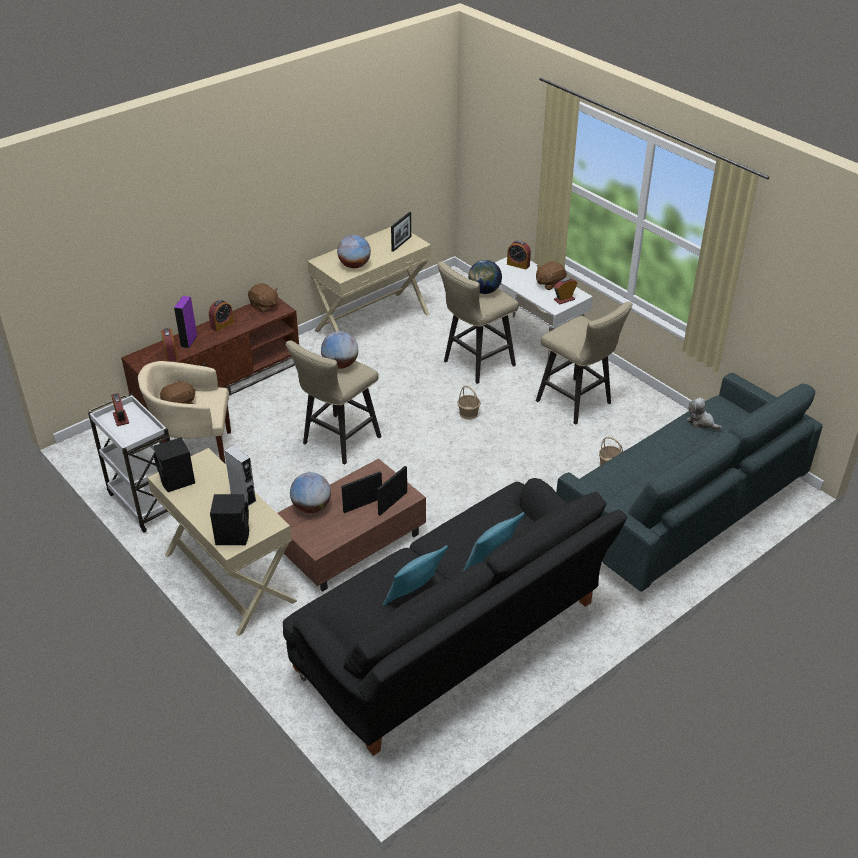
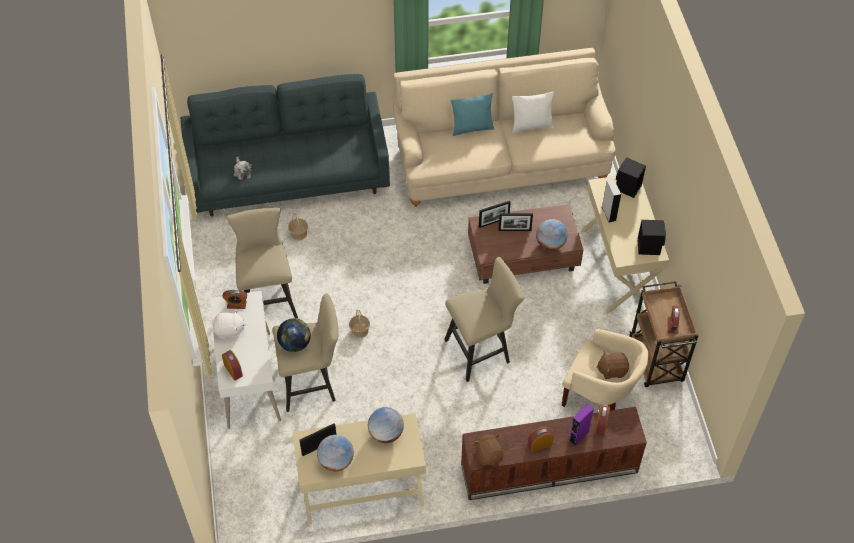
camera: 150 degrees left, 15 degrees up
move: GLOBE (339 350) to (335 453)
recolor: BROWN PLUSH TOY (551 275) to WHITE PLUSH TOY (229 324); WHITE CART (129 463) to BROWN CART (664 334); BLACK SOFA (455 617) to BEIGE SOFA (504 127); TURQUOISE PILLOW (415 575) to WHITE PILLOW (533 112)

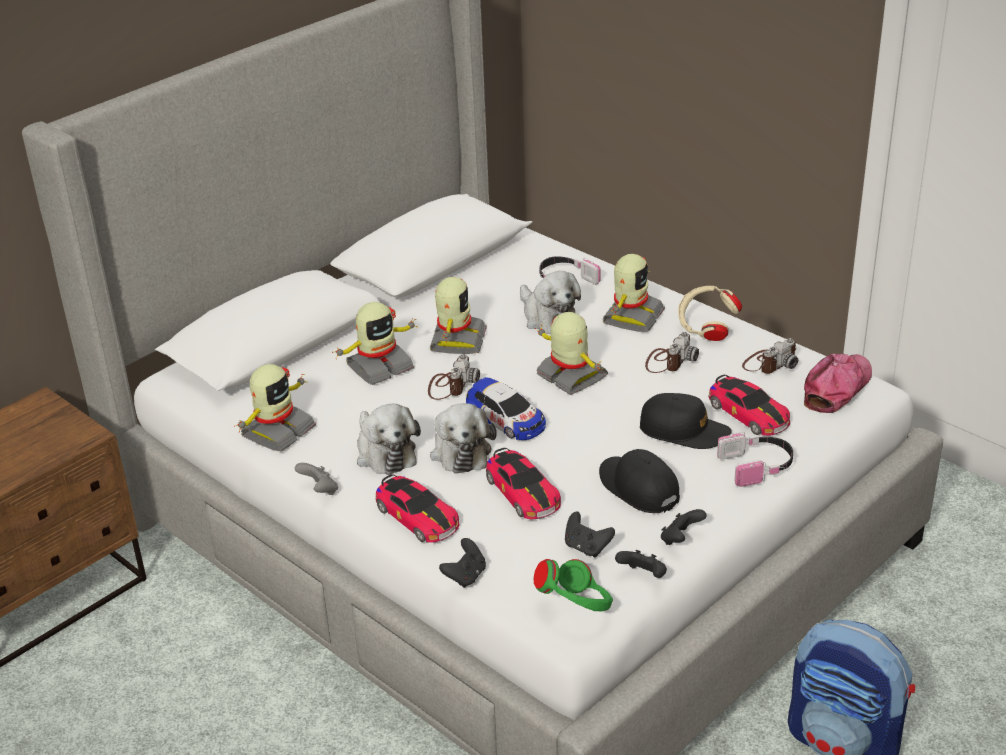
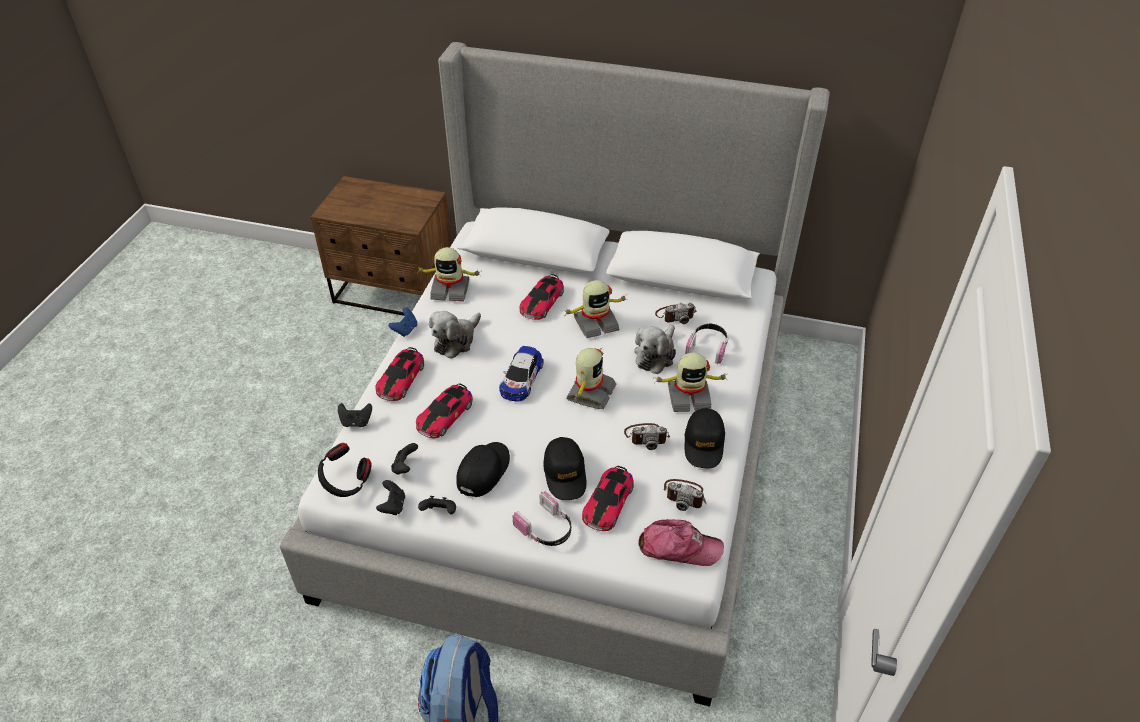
camera: 60 degrees right, 10 degrees up
delete: PLUSH TOY (463 438)
move: PHOTO CAMERA (454 377) to (675 313)
replace: BEIGE HEADPHONES (710 313) to BLACK CAP (705 438); TOY ROBOT (375 343) to TOY CAR (542 297)
recolor: GREY GAME CONTROLLER (316 479) to BLUE GAME CONTROLLER (402 322); GREEN HEADPHONES (573 585) to BLACK HEADPHONES (345 470)

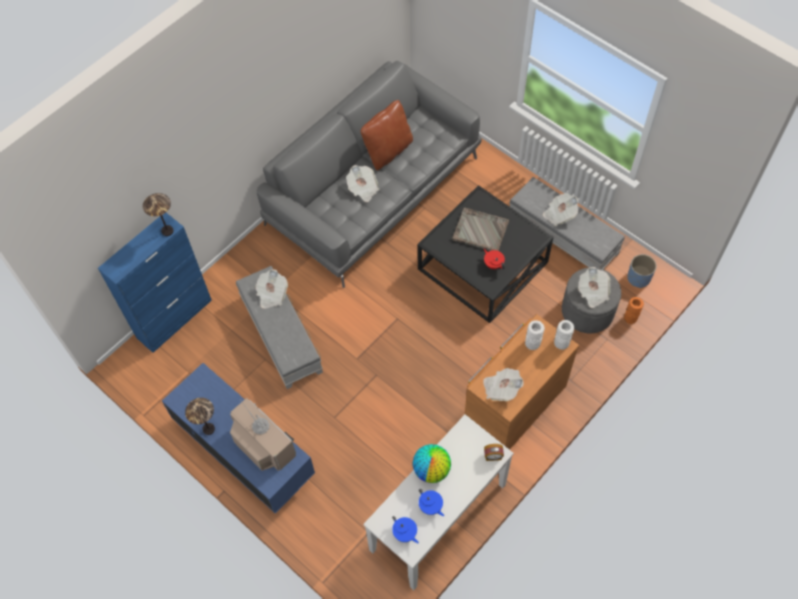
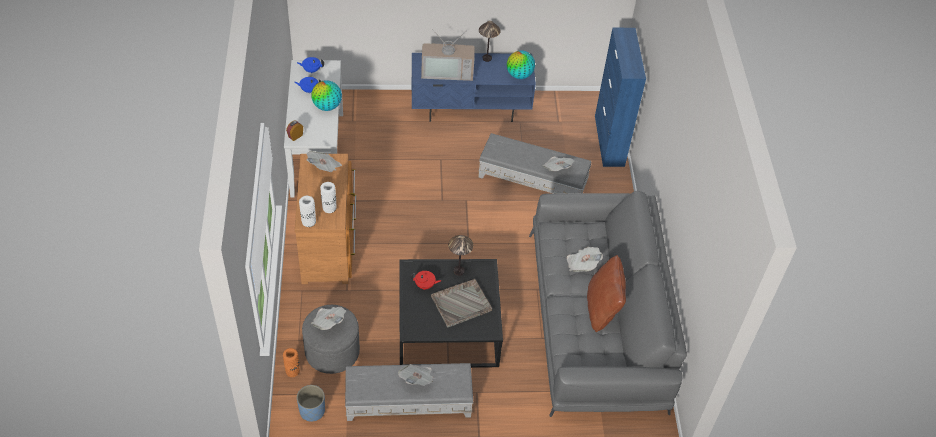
camera: 130 degrees right, 10 degrees down
insert: GLOBE (521 64)
move: TABLE LAMP (158 214) to (461 255)

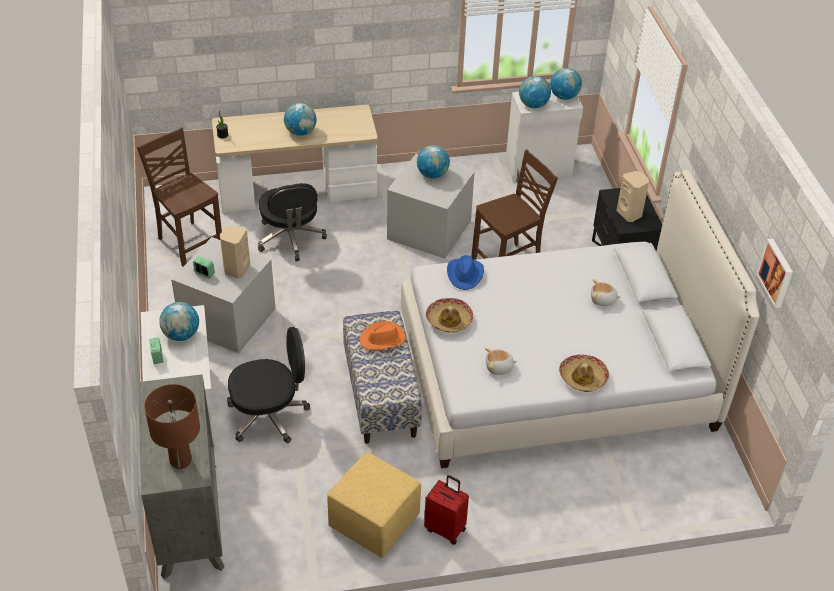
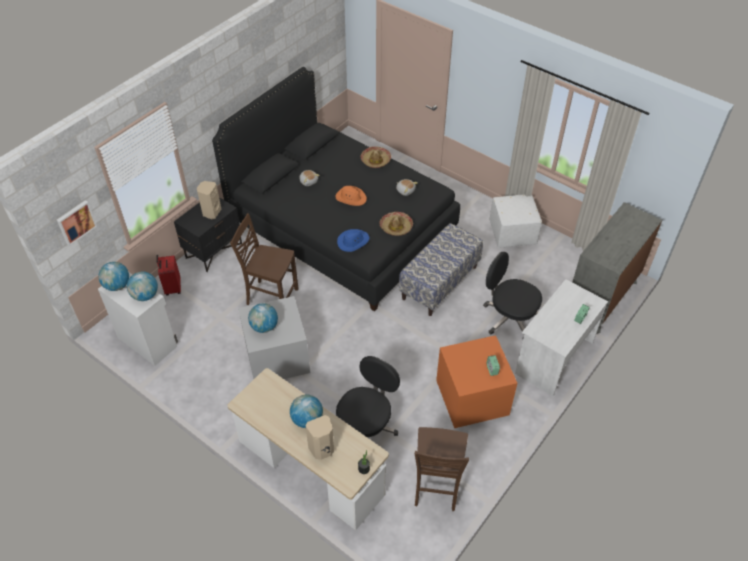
camera: 130 degrees left, 5 degrees up
delete: GLOBE (179 321); BROWN TABLE LAMP (172 426)
move: BEIGE SPEAKER (235 252) to (320 437); PICTURE (774 273) to (77 223); ORANGE HAT (383 335) to (351 196); RED SUITCASE (446 510) to (168 275)
recolor: WHITE BED (580 319) to BLACK BED (336 189); GREY STORAGE BOX (223 295) to ORANGE STORAGE BOX (476 381); YELLOW OTTOMAN (374 505) to WHITE OTTOMAN (516 221)

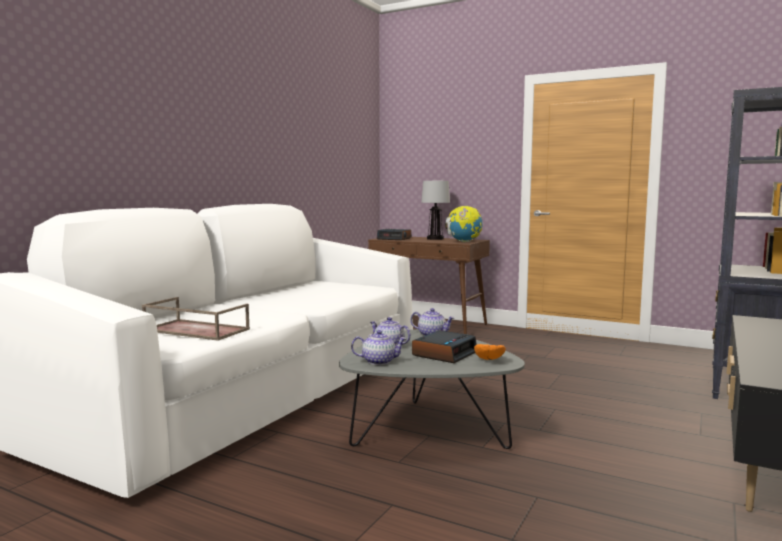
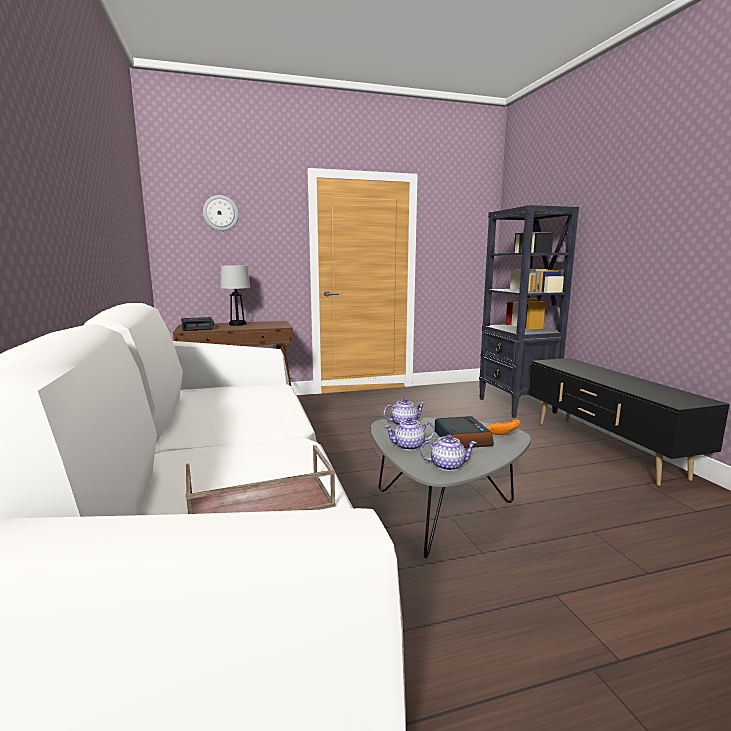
camera: 45 degrees left, 5 degrees up
delete: GLOBE (464 224)
insert: WALL CLOCK (221 213)
rotate: TEAPOT (379 347) = (448 452) 45 degrees clockwise

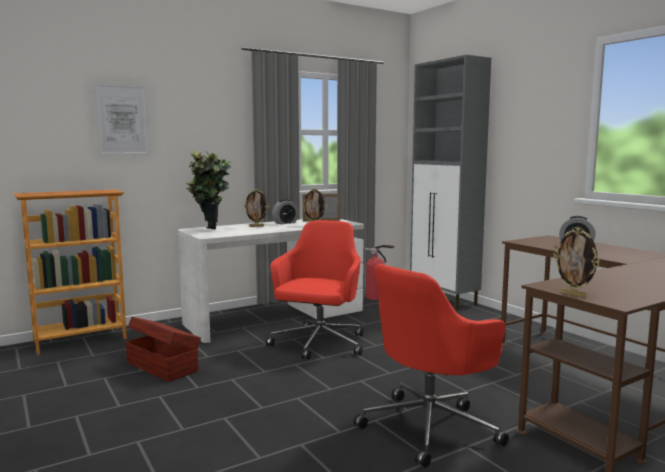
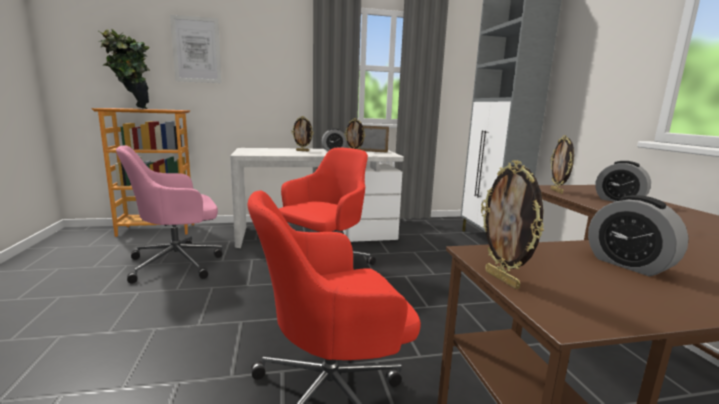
camera: 20 degrees right, 5 degrees up
delete: FIRE EXTINGUISHER (380 272)
insert: PICTURE FRAME (562 164); ALARM CLOCK (638 236)
move: POTTED PLANT (208 189) to (123 69)
replace: BROWN STORAGE BOX (163 349) to PINK OFFICE CHAIR (169 215)

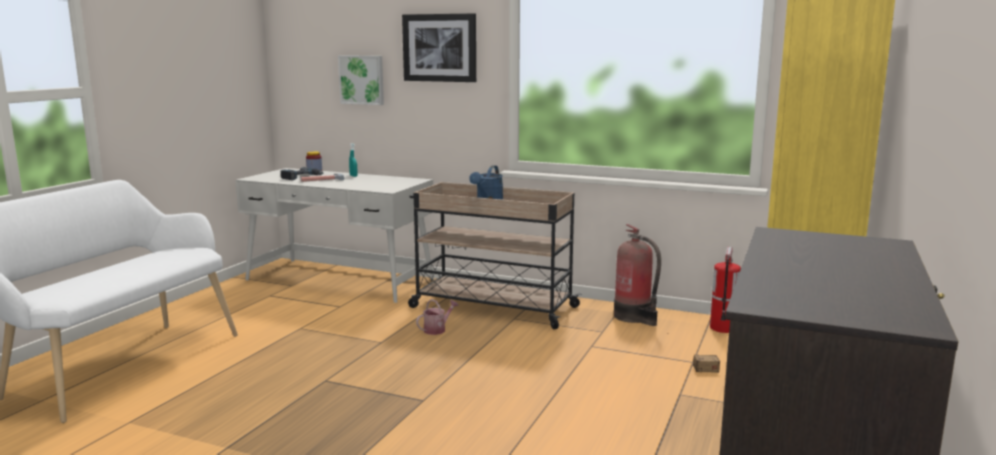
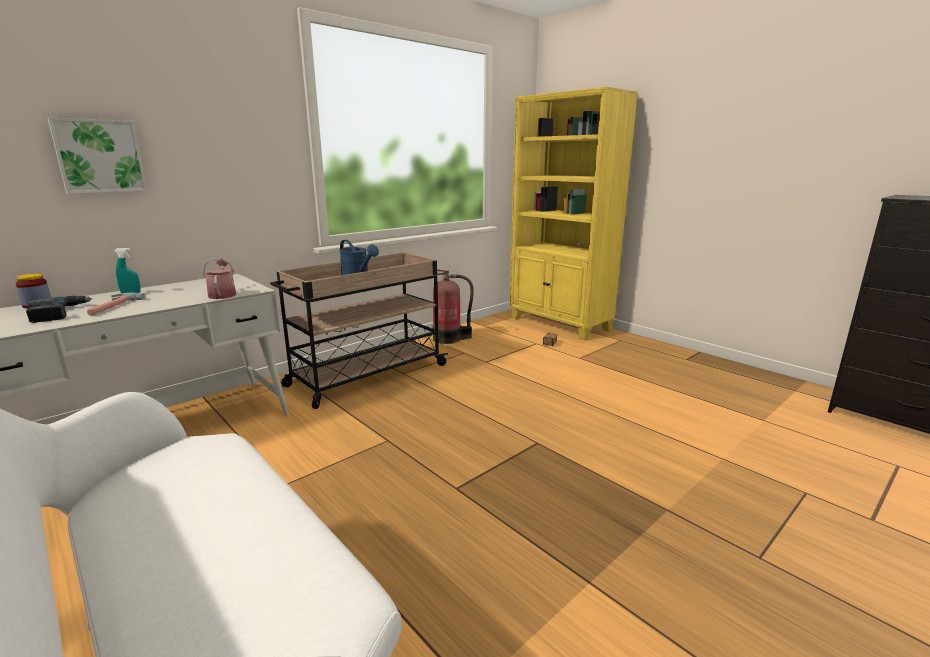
camera: 65 degrees left, 5 degrees up
delete: PICTURE (439 47); FIRE EXTINGUISHER (725 290)
move: WATERING CAN (437 317) to (219 278)

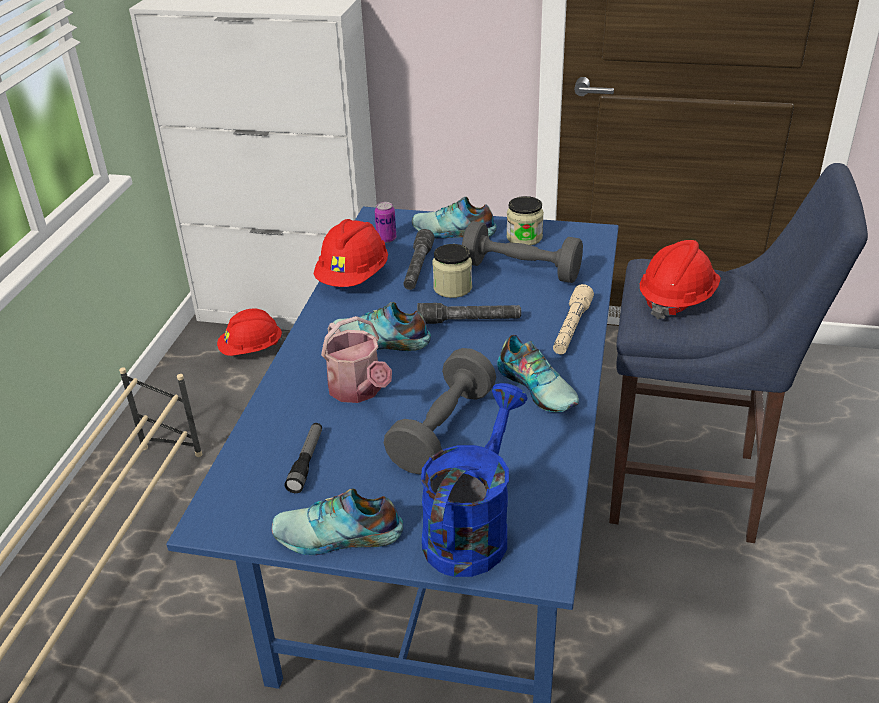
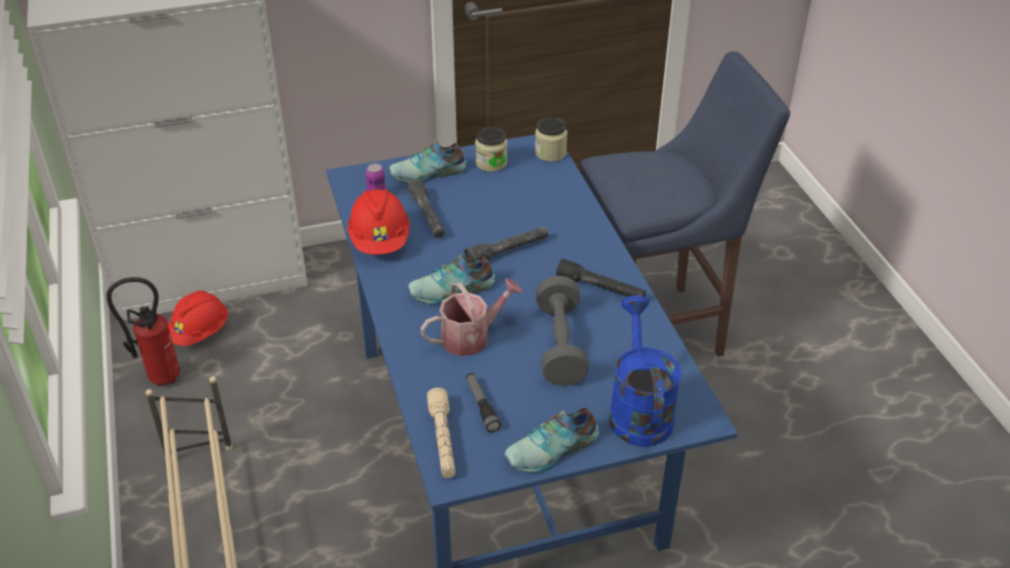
camera: 30 degrees left, 5 degrees up
delete: GREY DUMBBELL (522 252); RED HARD HAT (680 280)
insert: FIRE EXTINGUISHER (143 331)
move: JAR (452 271) to (551 139); BEIGE FLASHLIGHT (573 319) to (441 433)
replace: SHOE (538 373) to BLACK FLASHLIGHT (601 278)
rotate: WATERING CAN (356 359) = (471 317) 60 degrees counterclockwise

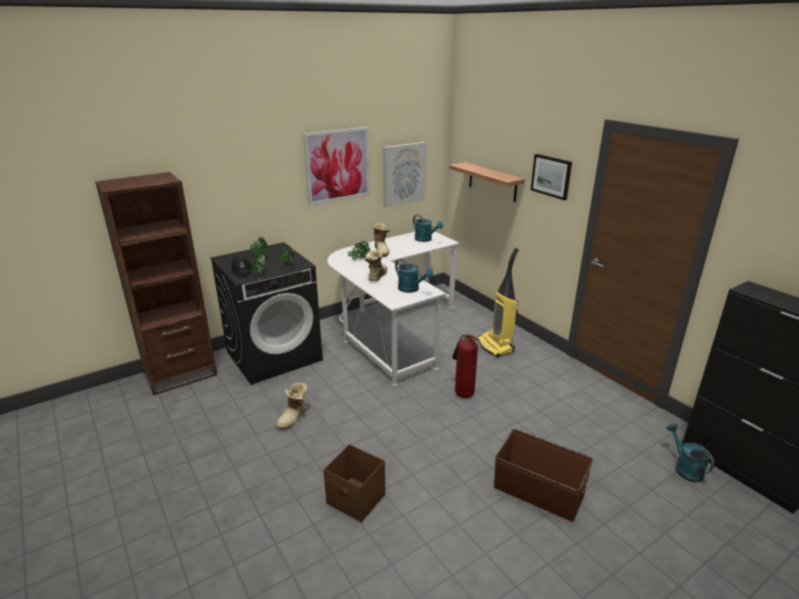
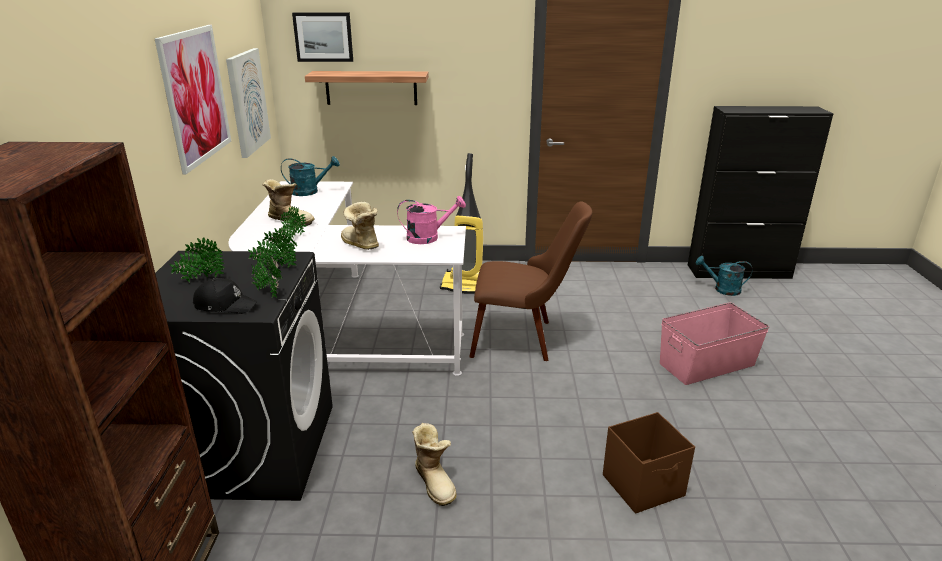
camera: 55 degrees left, 0 degrees up
move: PICTURE (551 177) to (322 37)
replace: FIRE EXTINGUISHER (465 366) to BROWN CHAIR (530 281)
recolor: TURQUOISE WATERING CAN (414 276) to PINK WATERING CAN (431 220); BROWN STORAGE BOX (543 475) to PINK STORAGE BOX (715 343)

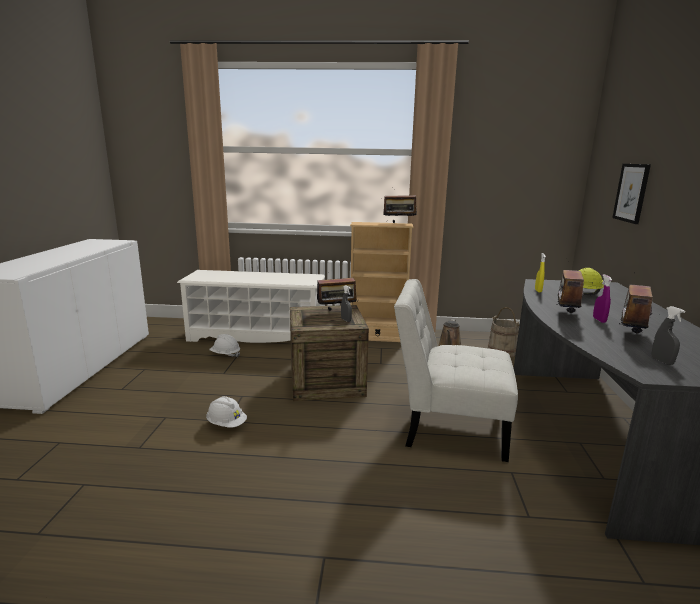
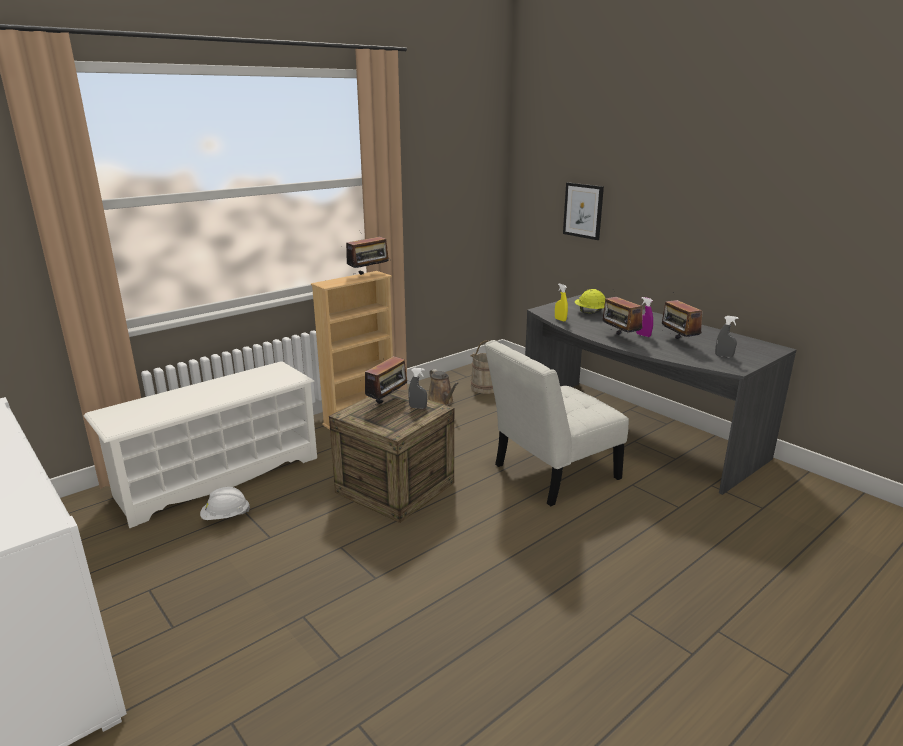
camera: 45 degrees left, 5 degrees up
delete: WHITE HARD HAT (226 412)

